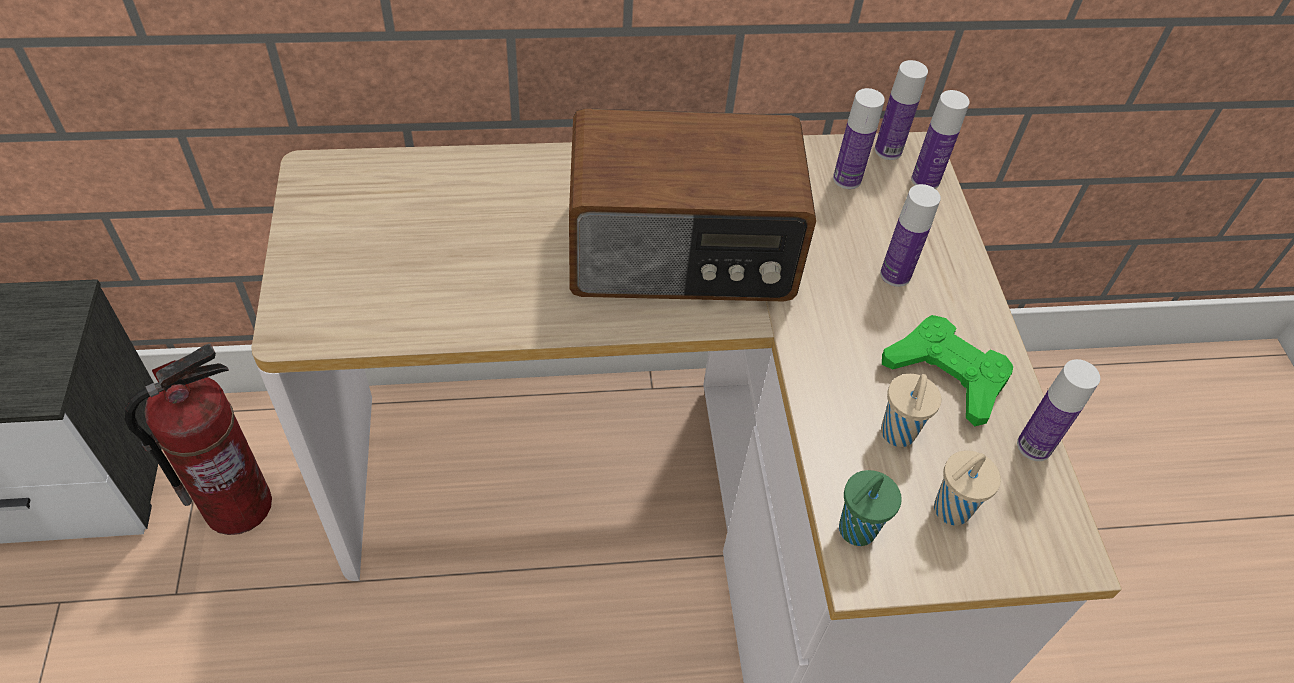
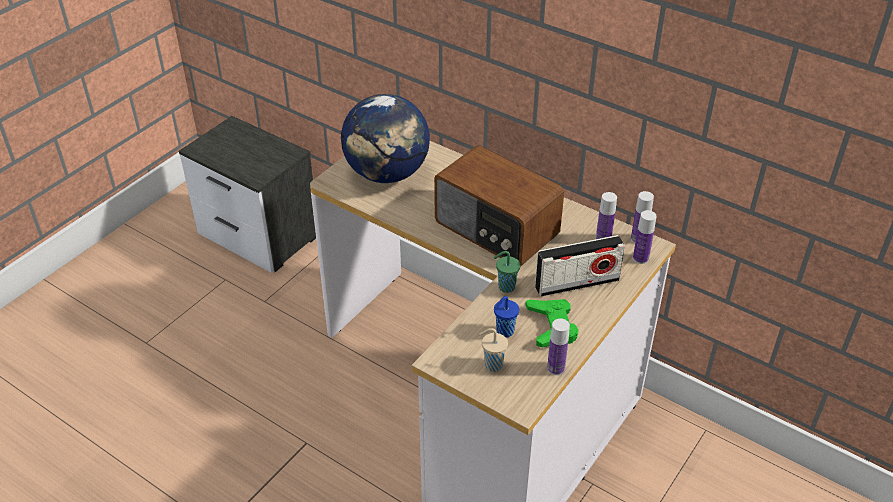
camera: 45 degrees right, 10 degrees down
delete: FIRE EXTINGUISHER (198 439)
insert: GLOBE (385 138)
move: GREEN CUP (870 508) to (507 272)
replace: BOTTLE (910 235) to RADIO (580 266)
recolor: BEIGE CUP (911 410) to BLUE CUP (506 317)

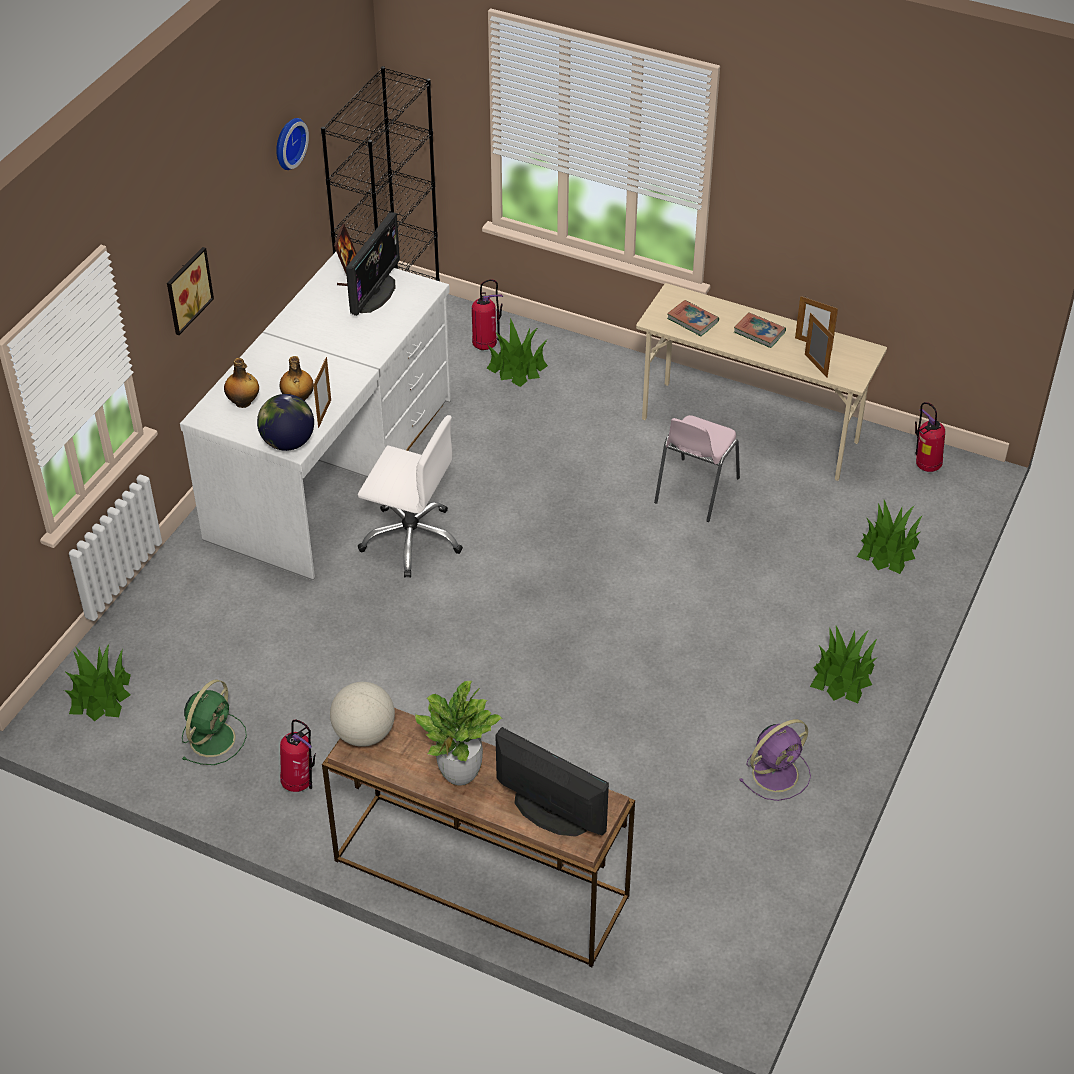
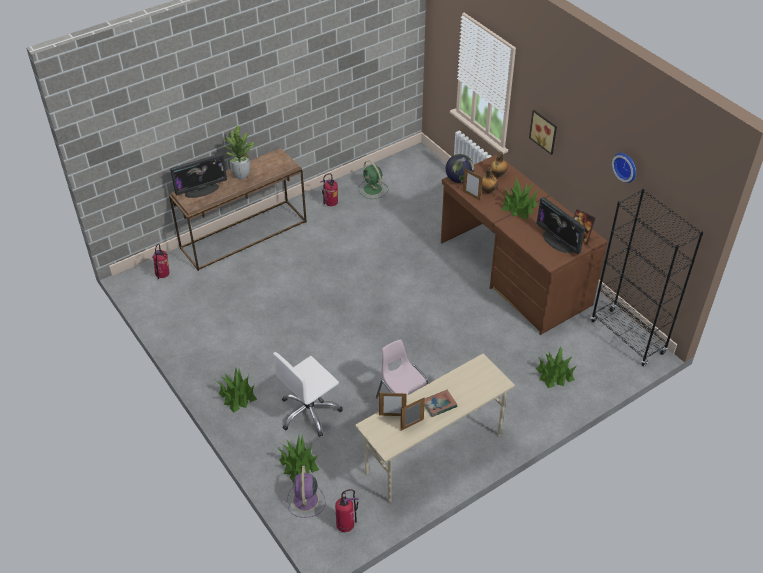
camera: 120 degrees right, 0 degrees up
delete: BOOK (693 318); GLOBE (362 714)
move: FIRE EXTINGUISHER (487 314) to (160 261); WHITE OFFICE CHAIR (410 496) to (308 394); POTTED PLANT (97 682) to (519 199); PURPLE FAN (775 760) to (306 492)
recolor: WHITE DESK (315 416) to BROWN DESK (524 244)

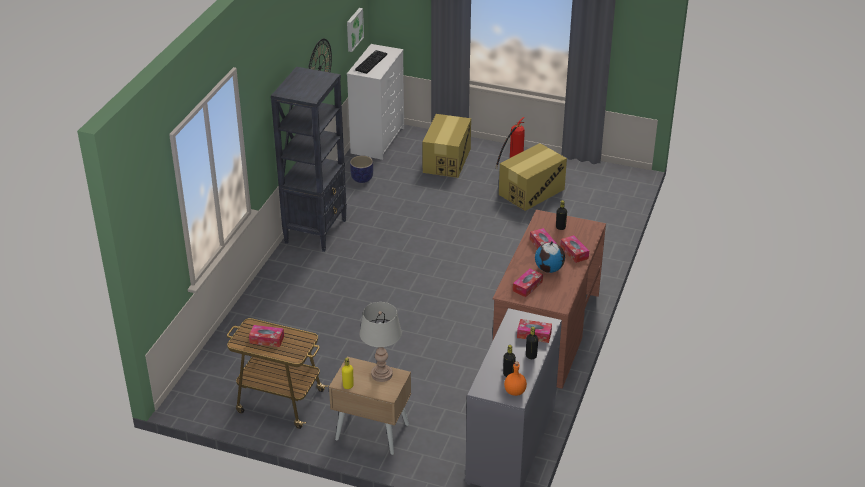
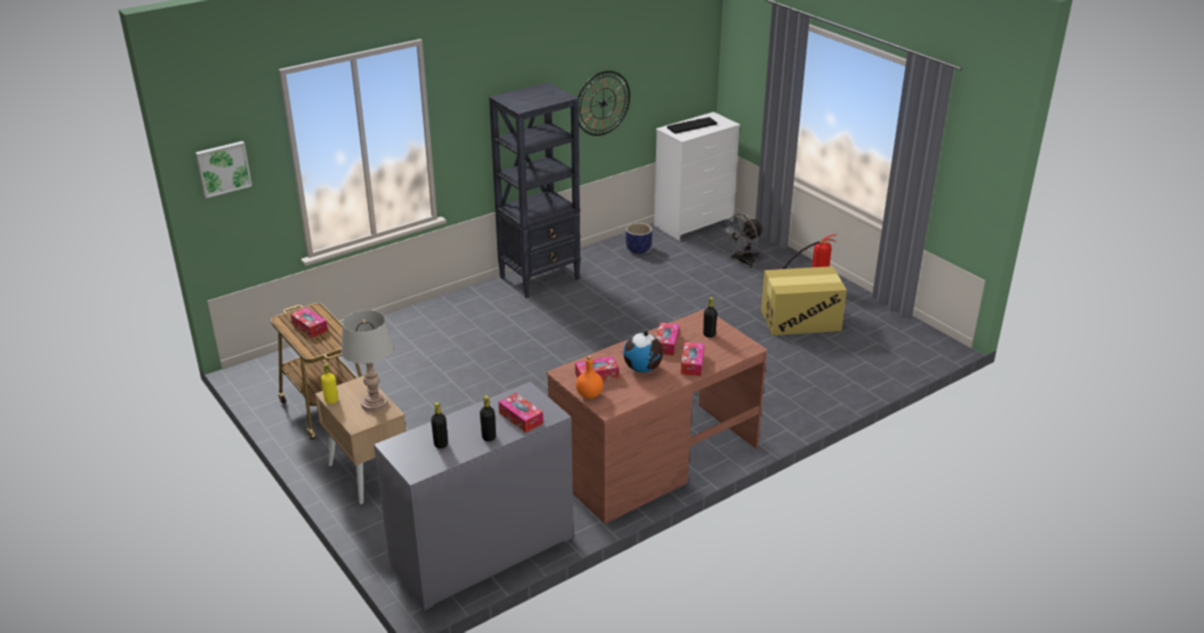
camera: 35 degrees right, 5 degrees down
move: PICTURE (355 30) to (223 169); ORANGE BOTTLE (515 378) to (589 377)
replace: CARDBOARD BOX (446 146) to GREY FAN (743 241)

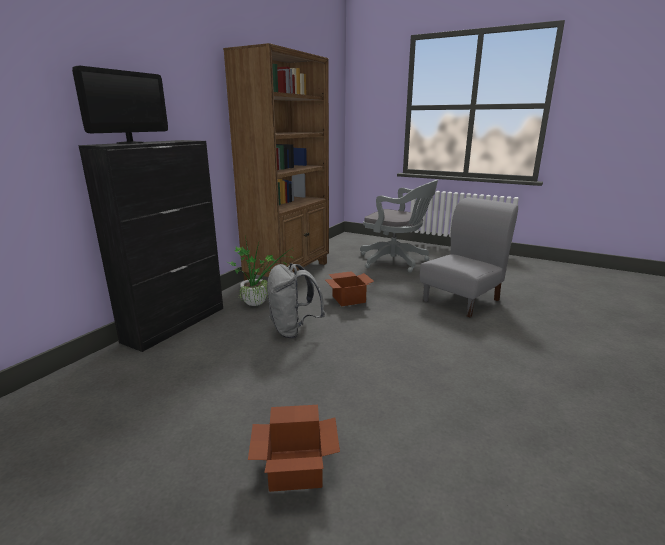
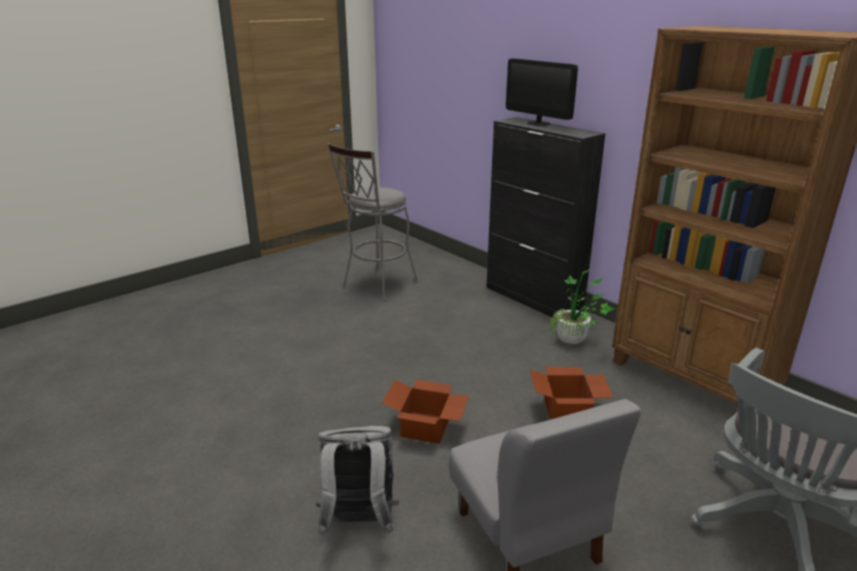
camera: 110 degrees right, 5 degrees up
insert: GREY STOOL (373 222)
move: GREY BACKPACK (296 300) to (357 481); CARDBOARD BOX (294 448) to (425 412)

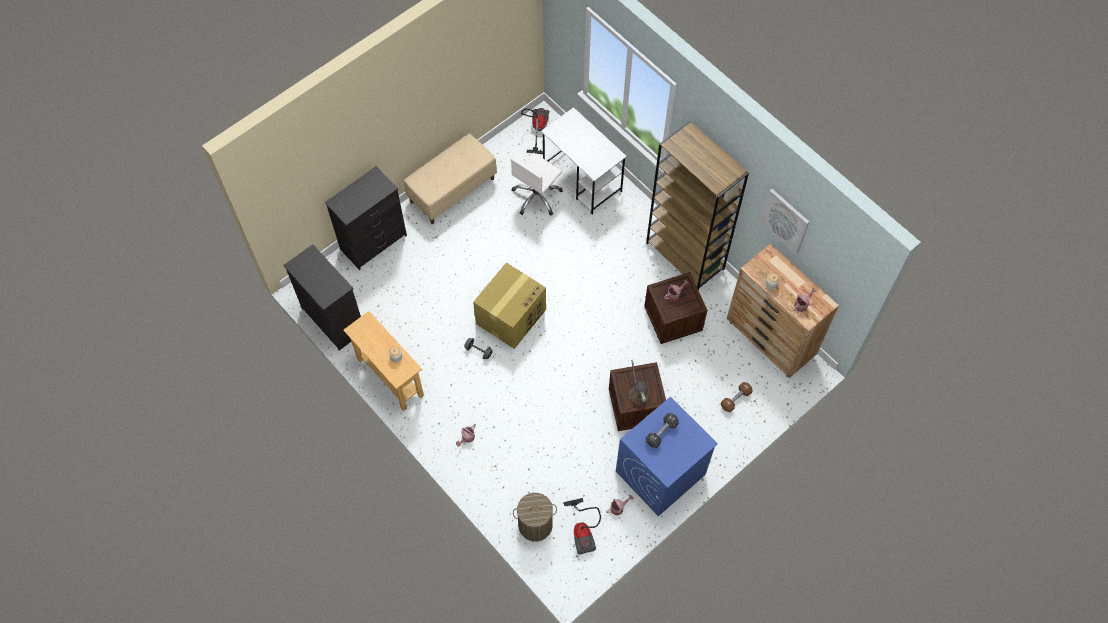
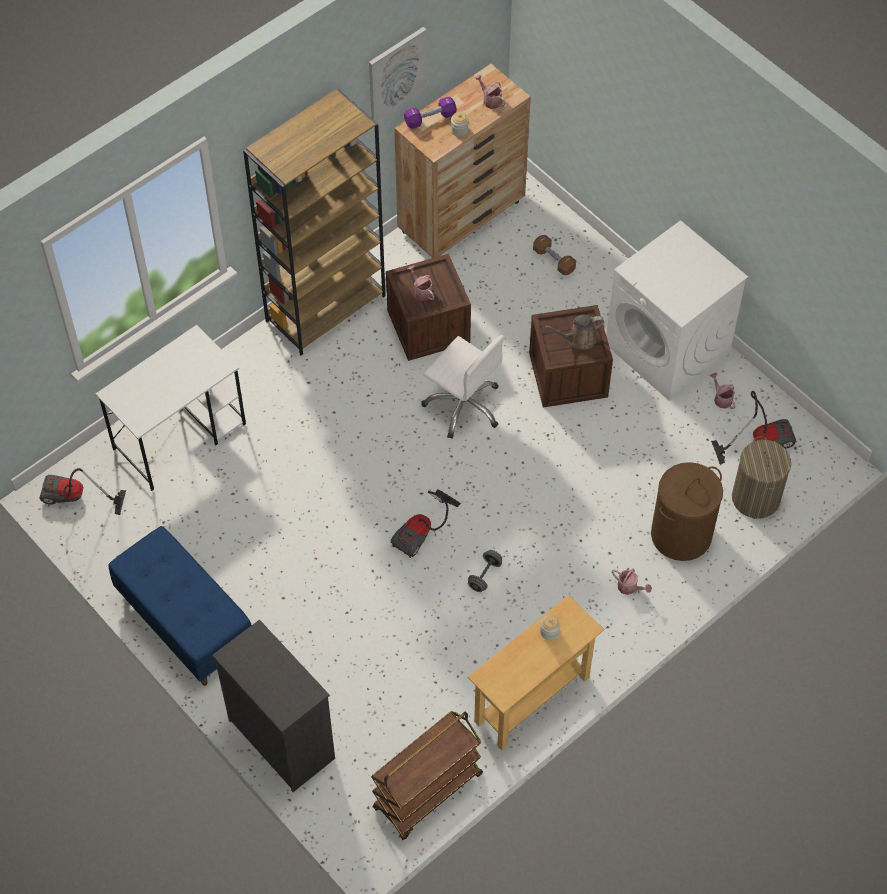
camera: 90 degrees left, 5 degrees down
delete: BLACK DUMBBELL (662 430)
insert: PURPLE DUMBBELL (430 113); BROWN LAUNDRY BASKET (687 511)
move: WHITE OFFICE CHAIR (536 184) to (462 387)
replace: BLACK DRESSER (322 297) to BROWN CART (427 775); CARDBOARD BOX (509 305) to VACUUM CLEANER (426 523)
recolor: BEIGE BENCH (450 179) to BLUE BENCH (179 606); BLUE WASHING MACHINE (667 456) to WHITE WASHING MACHINE (677 310)

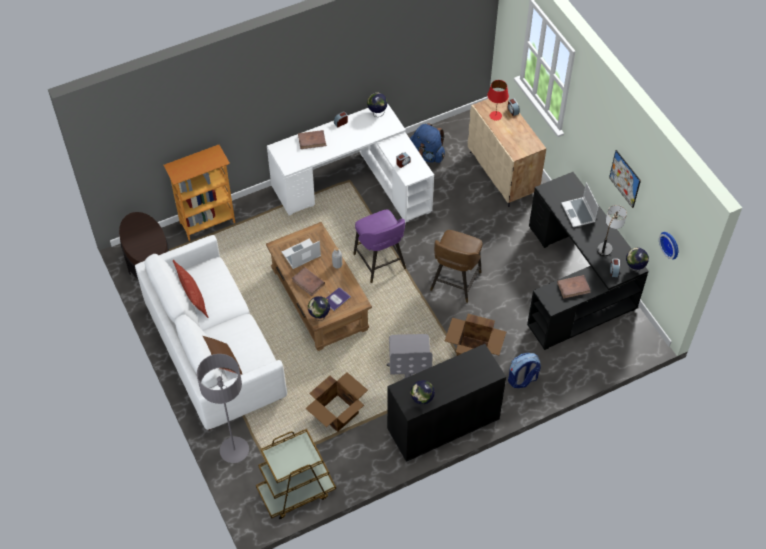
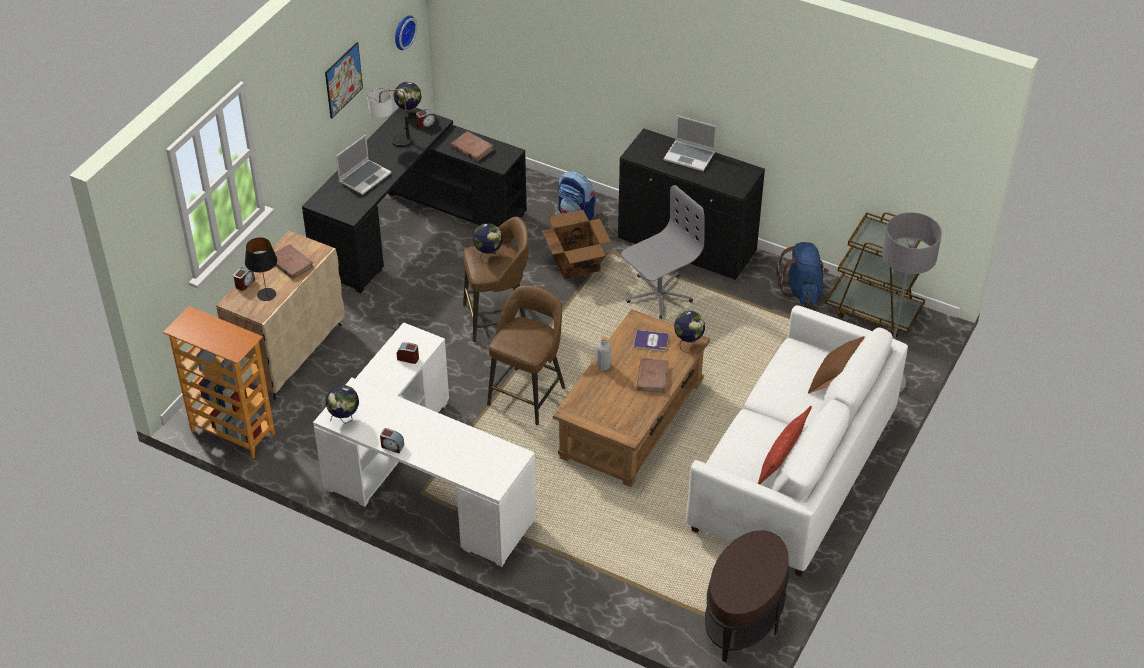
camera: 125 degrees left, 10 degrees down
delete: CARDBOARD BOX (337 402)
move: BLUE BACKPACK (427 143) to (803 273); BROWN BOOK (312 139) to (294 261); BOOKCASE (199 193) to (219 382); LAPTOP (301 254) to (690 143); GLOBE (422 393) to (488 243)
recolor: RED TABLE LAMP (498 100) to BLACK TABLE LAMP (261 269); PURPLE STOOL (379 246) to BROWN STOOL (526 355)

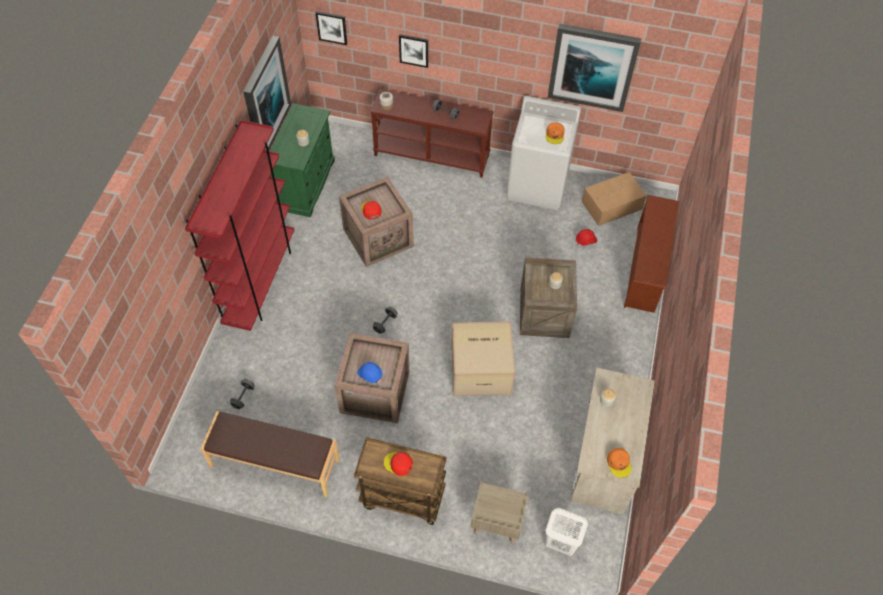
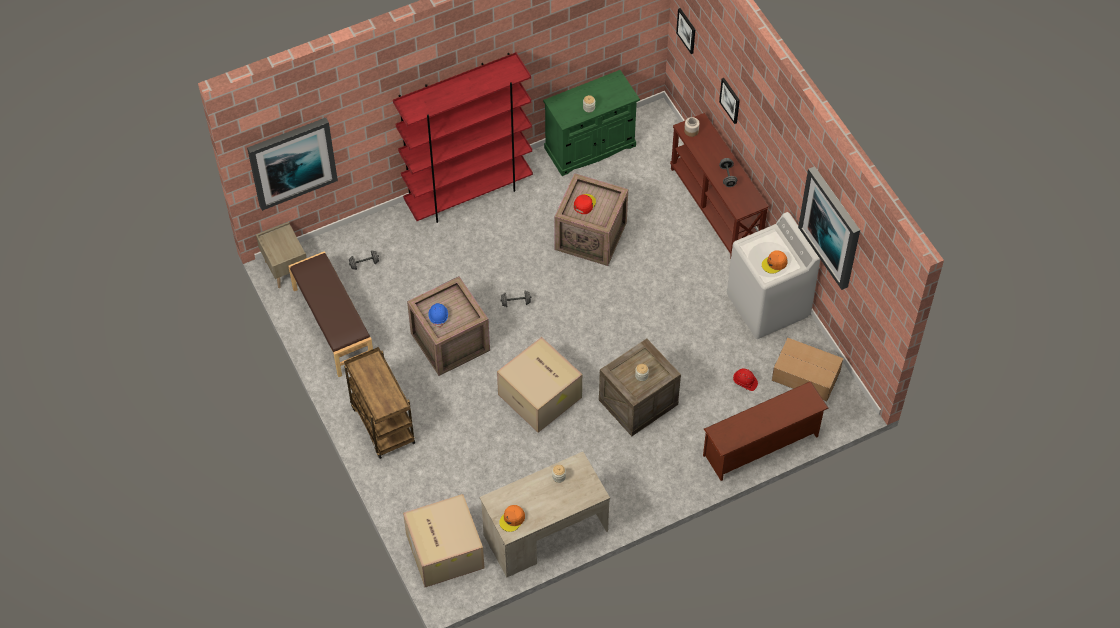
camera: 50 degrees right, 0 degrees up
delete: RED CAP (398 464)
move: PICTURE (267 93) to (292 164); BEIGE NIGHTSTAND (500 512) to (281 255)
replace: WHITE LAUNDRY BASKET (566 532) to CARDBOARD BOX (443 540)

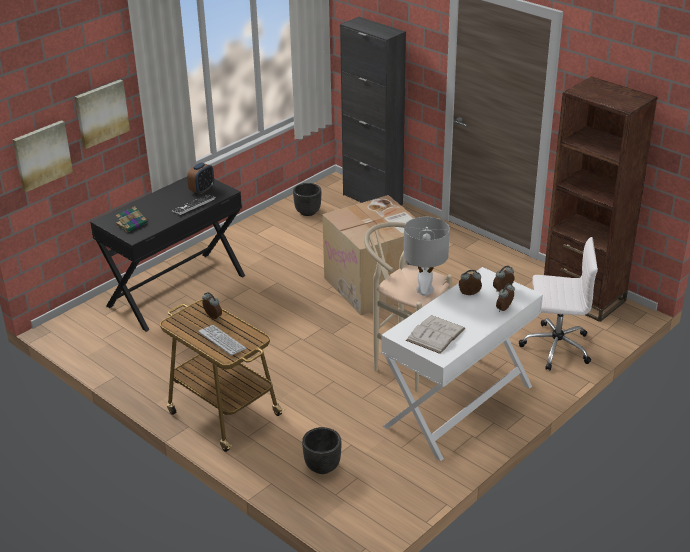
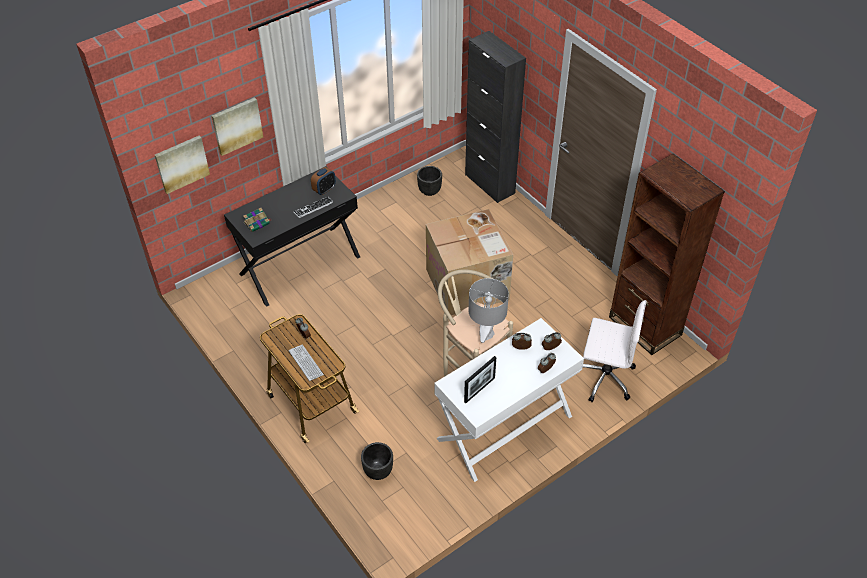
camera: 10 degrees right, 15 degrees up
replace: WHITE BOOK (435 334) to PICTURE FRAME (480 379)

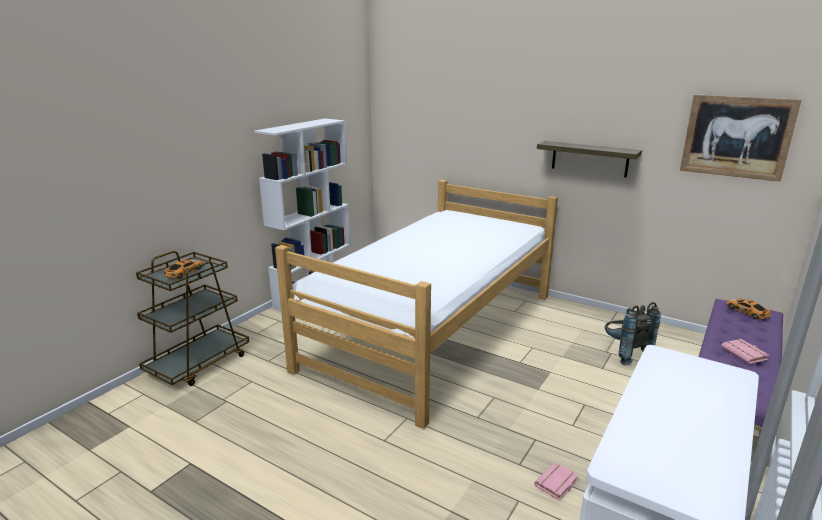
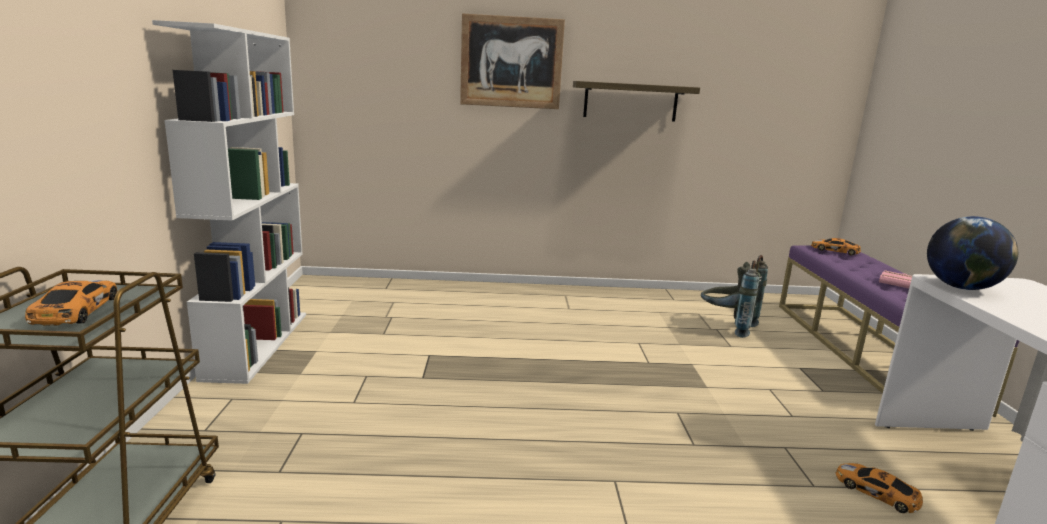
camera: 35 degrees left, 5 degrees down
delete: BED (416 304)
insert: GLOBE (972 253)
move: PICTURE (741 138) to (512 61)
replace: PINK BOOK (556 481) to TOY CAR (879 488)

